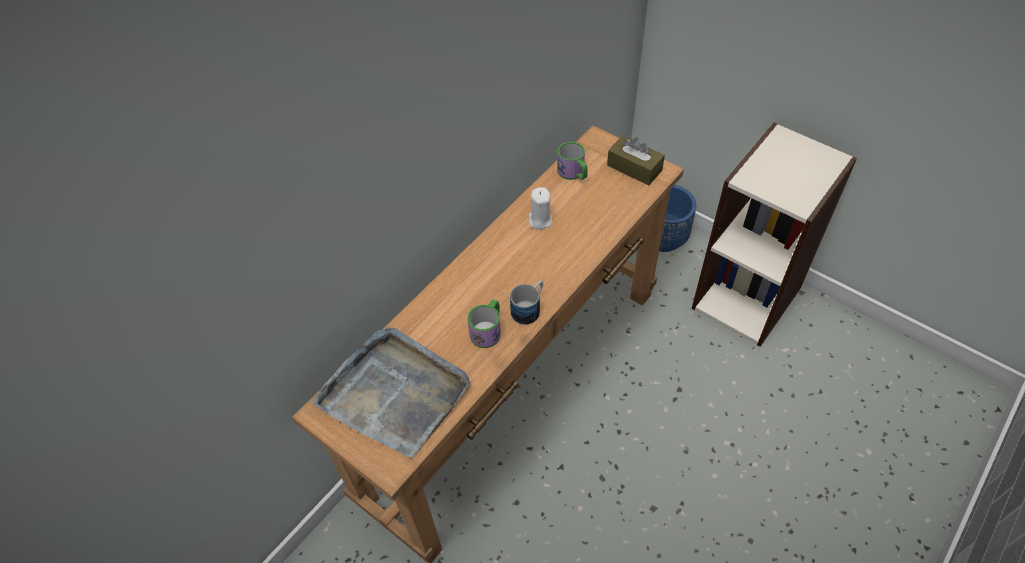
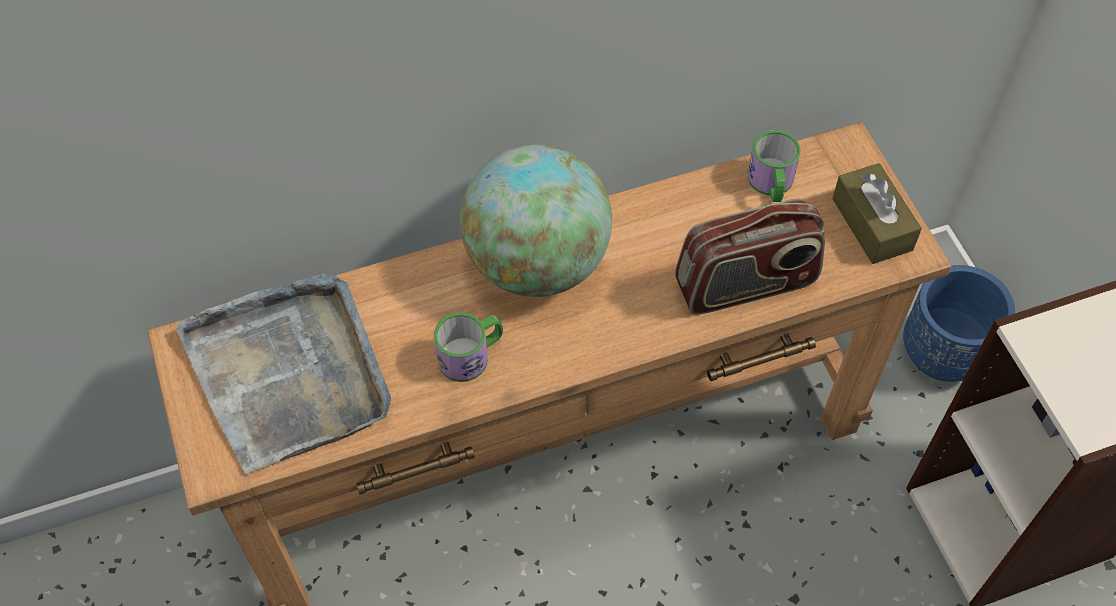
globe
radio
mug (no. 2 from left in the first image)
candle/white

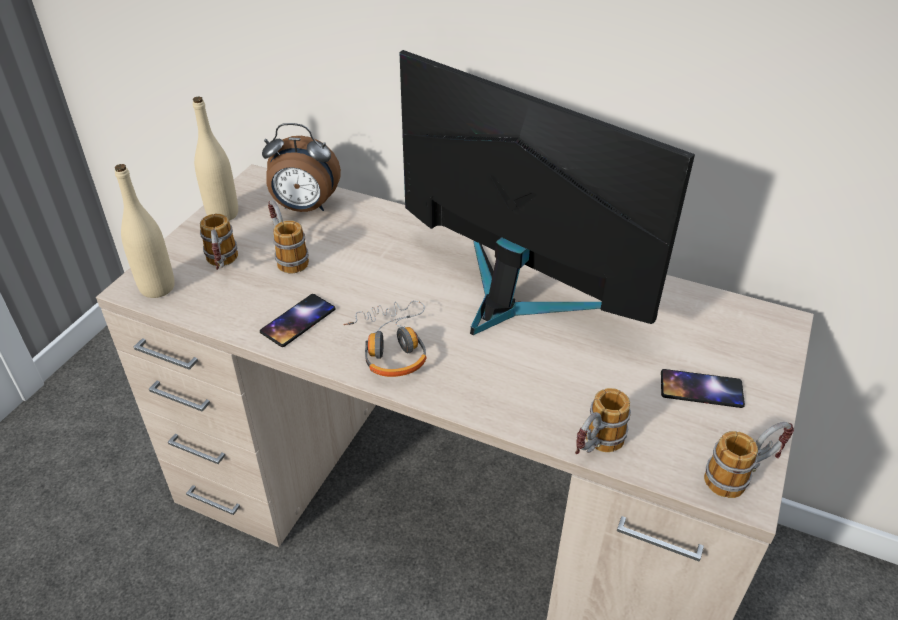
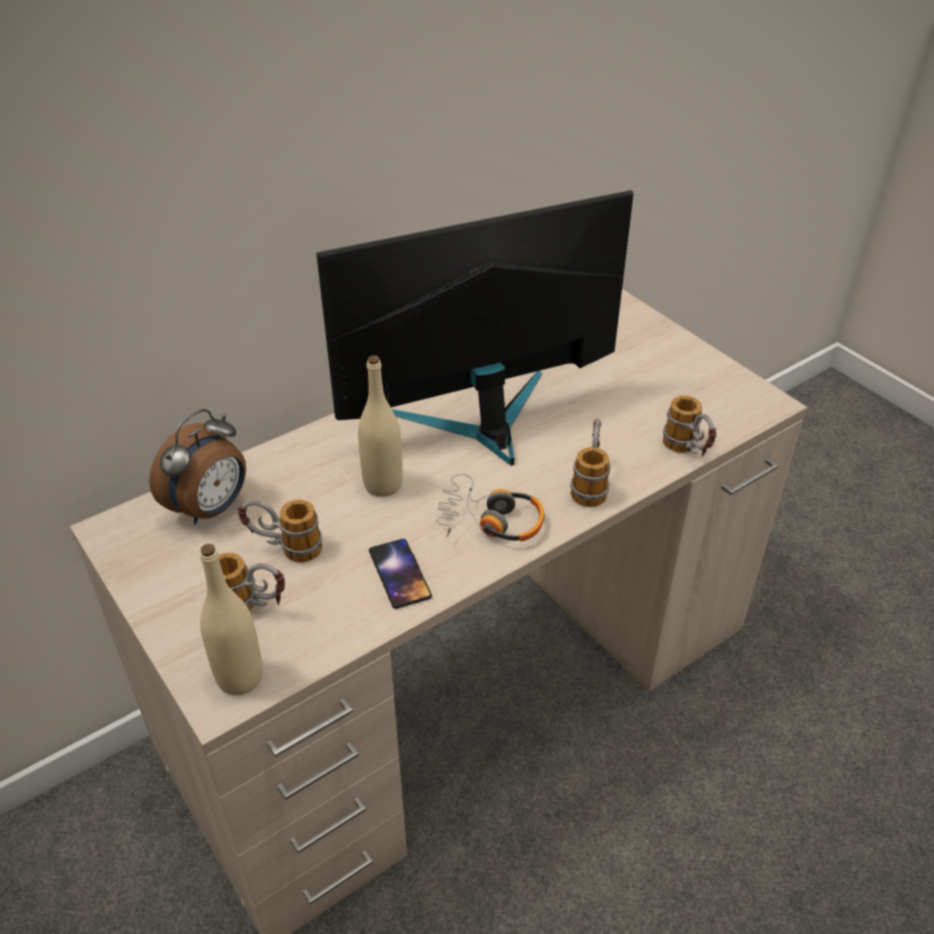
bottle/beige (no. 2 from left)
mug (no. 3 from left)
phone (no. 2 from left in the first image)

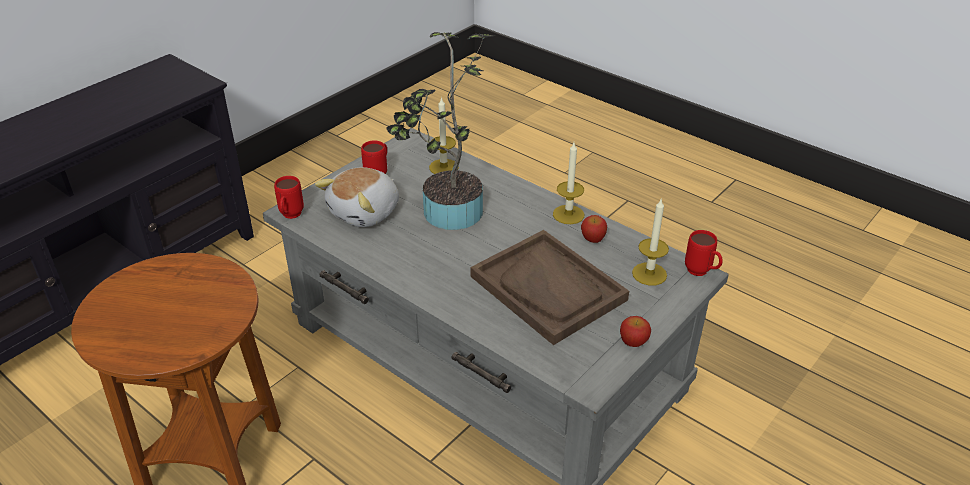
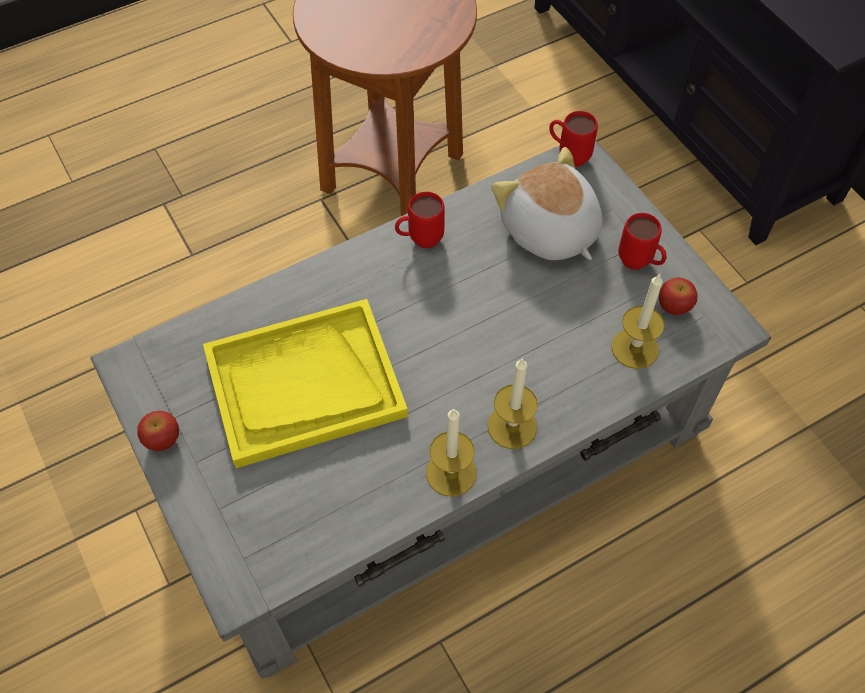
tray/yellow
mug/red (no. 1 from left)
candle (no. 2 from left)
apple (no. 2 from left)
potted plant

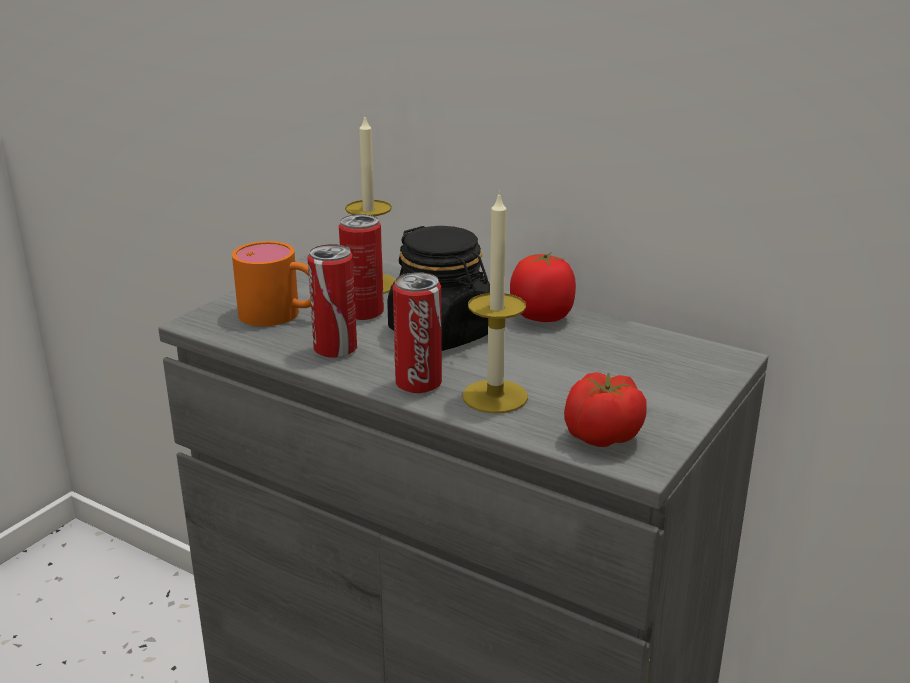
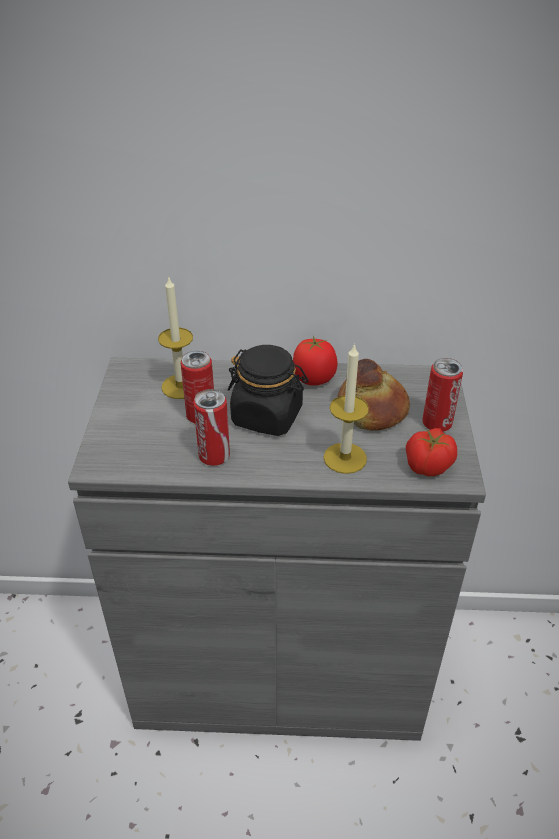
bread
can (no. 3 from left)
mug/orange

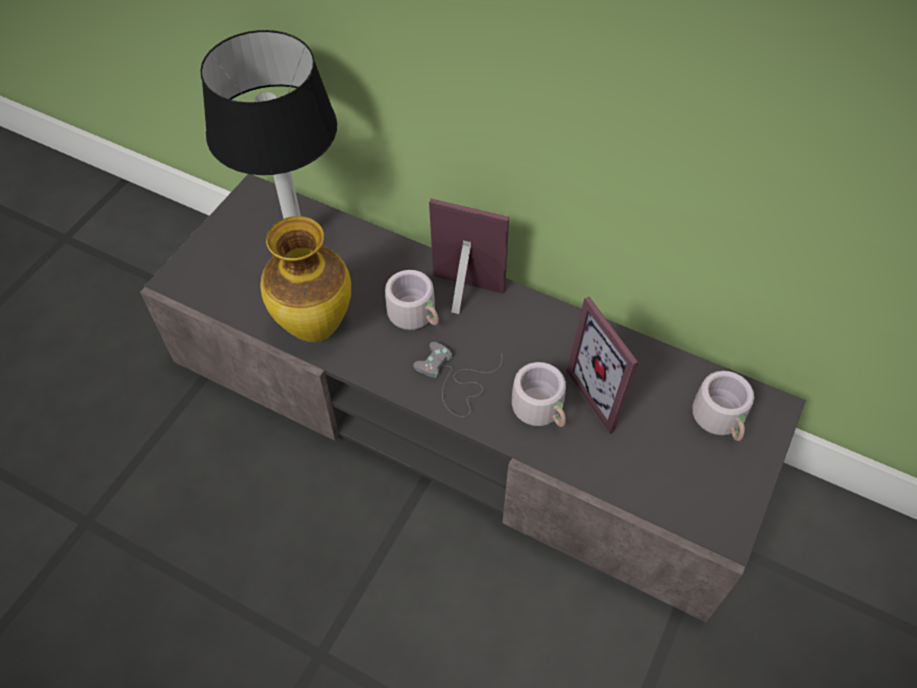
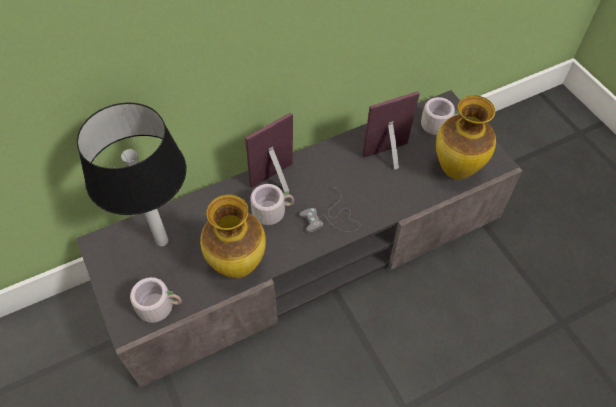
mug/grey (no. 1 from left)
picture frame (no. 2 from left)
vase (no. 2 from left)

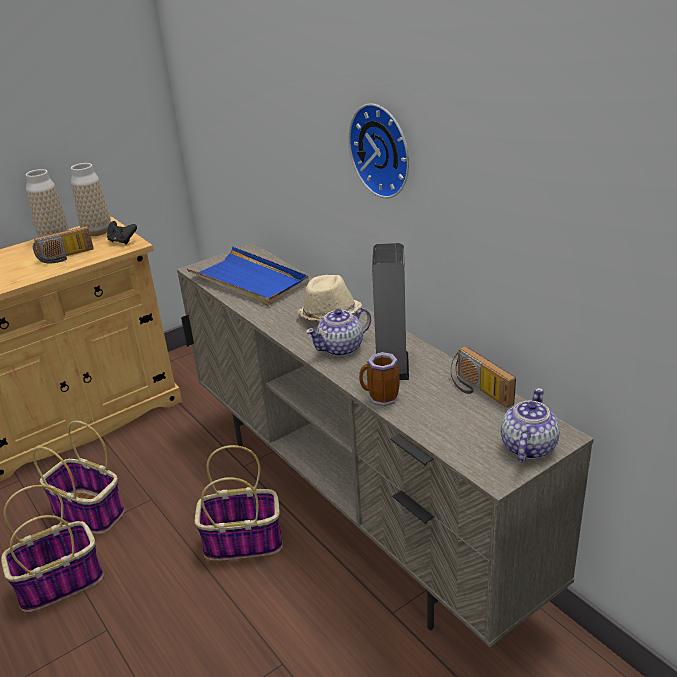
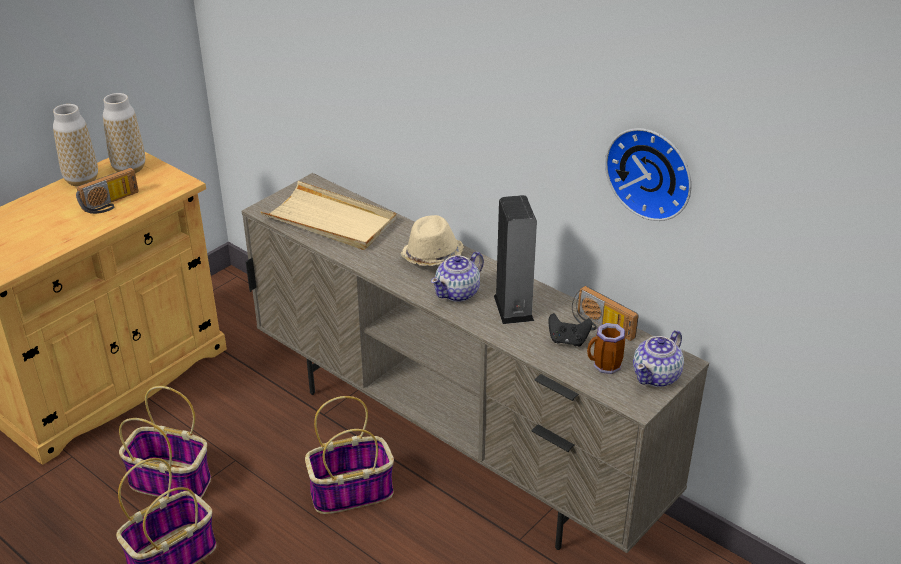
tray/beige
game controller/black
mug
wall clock
teapot (no. 2 from left)

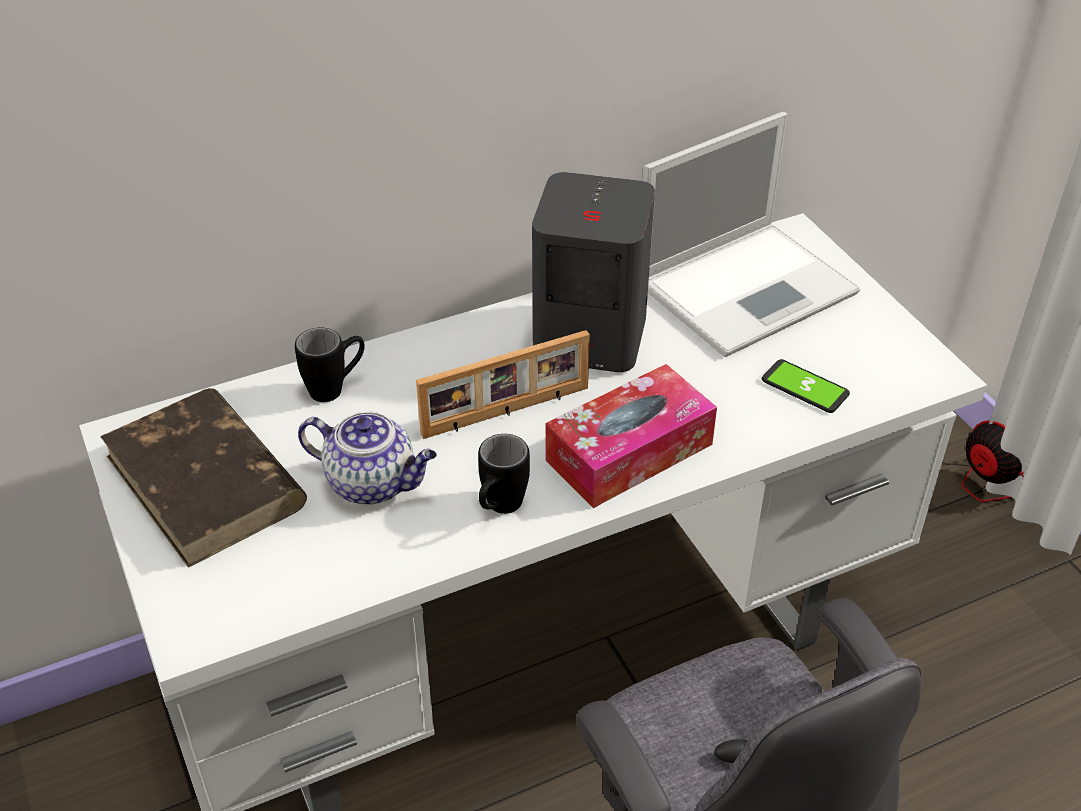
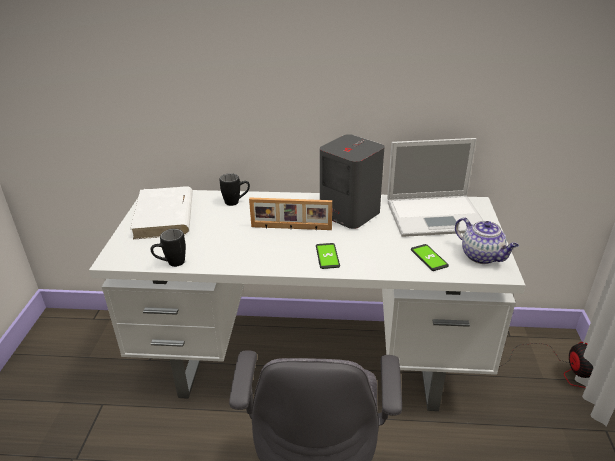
book/white
mug/black (no. 1 from left)
phone (no. 1 from left)
teapot

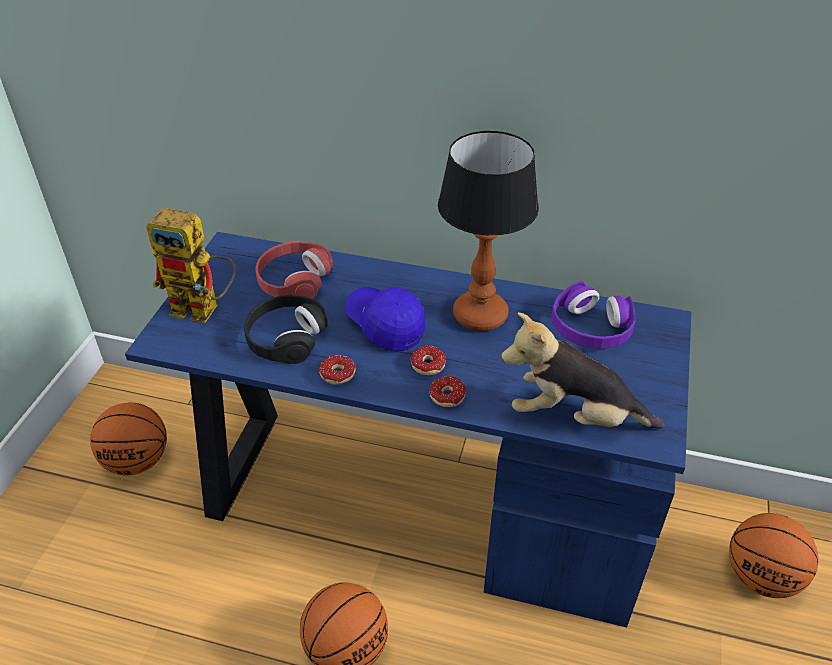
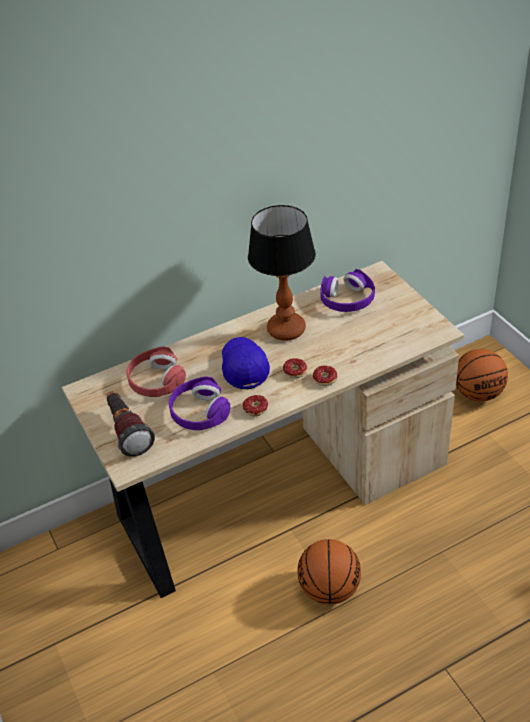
desk/beige
flashlight
headphones/purple (no. 1 from left)
cap/blue
basketball (no. 1 from left in the first image)
plush toy

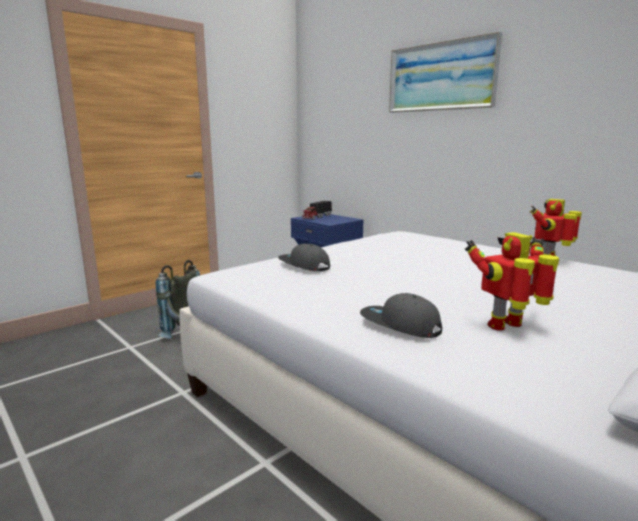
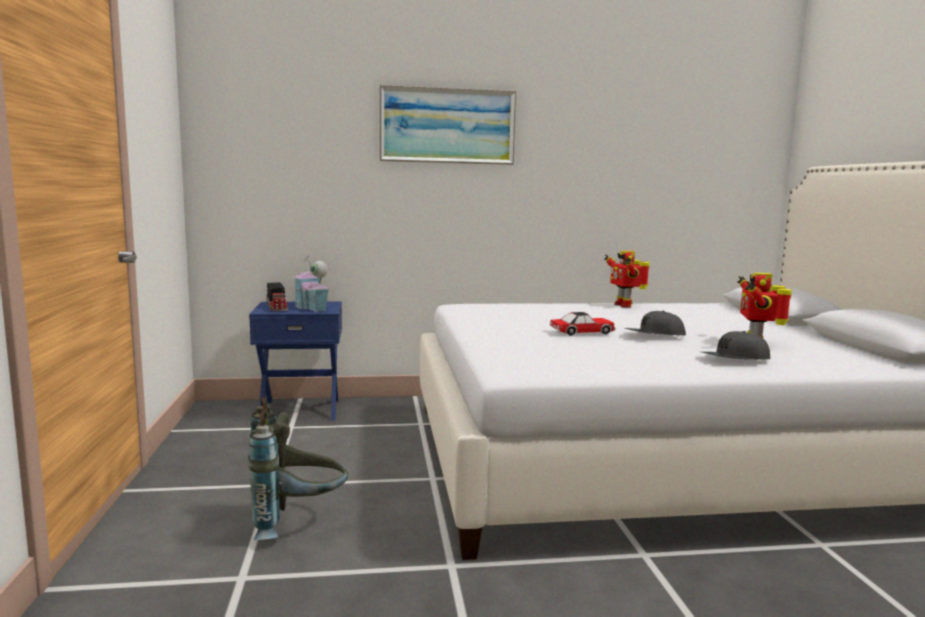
toy house
toy car
cap/grey (no. 1 from left)

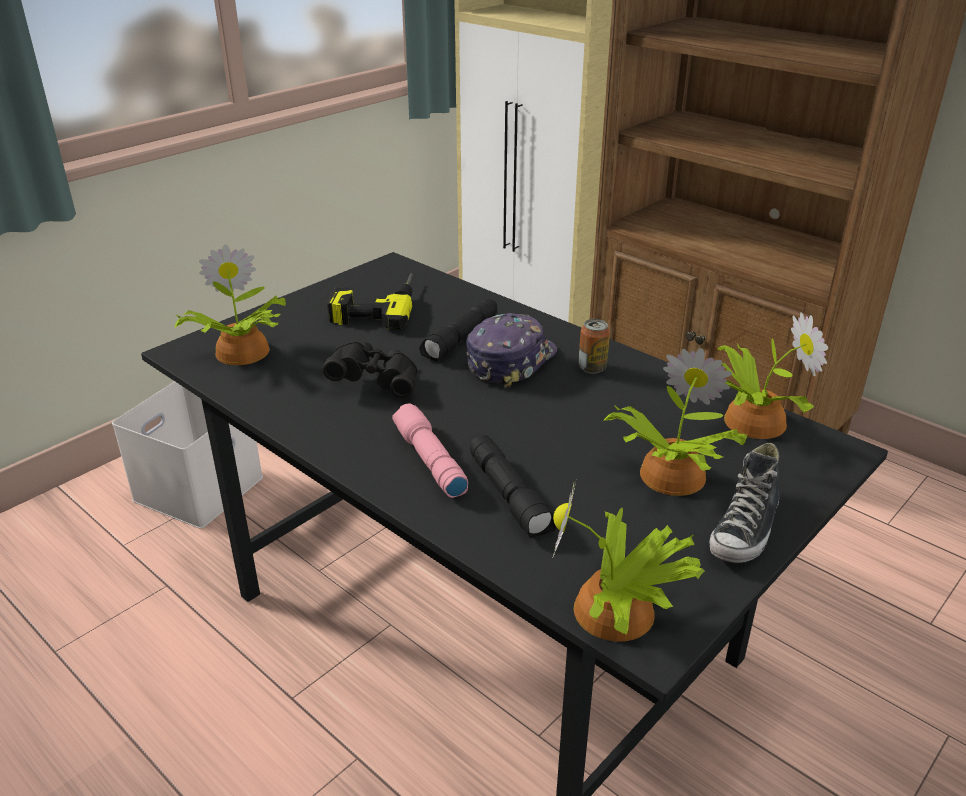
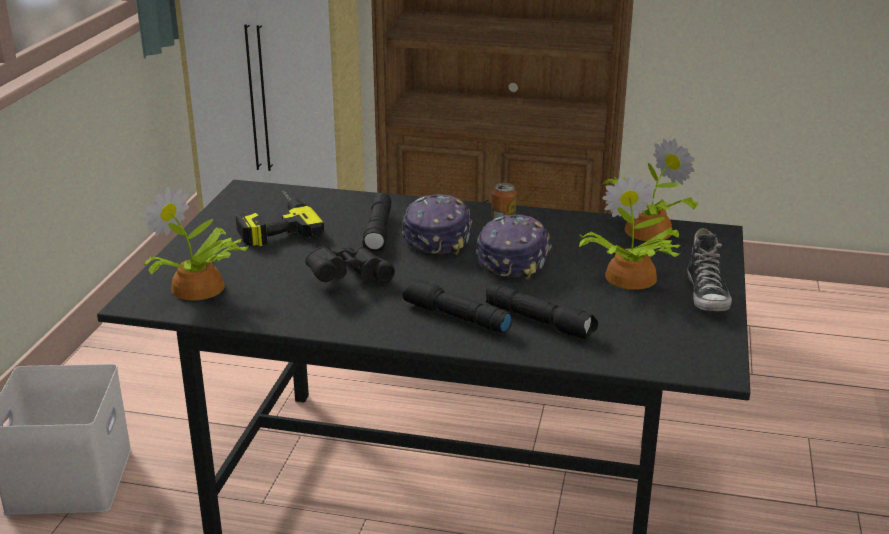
flashlight/black (no. 2 from left)
cap (no. 2 from left)
potted plant (no. 2 from left in the first image)

